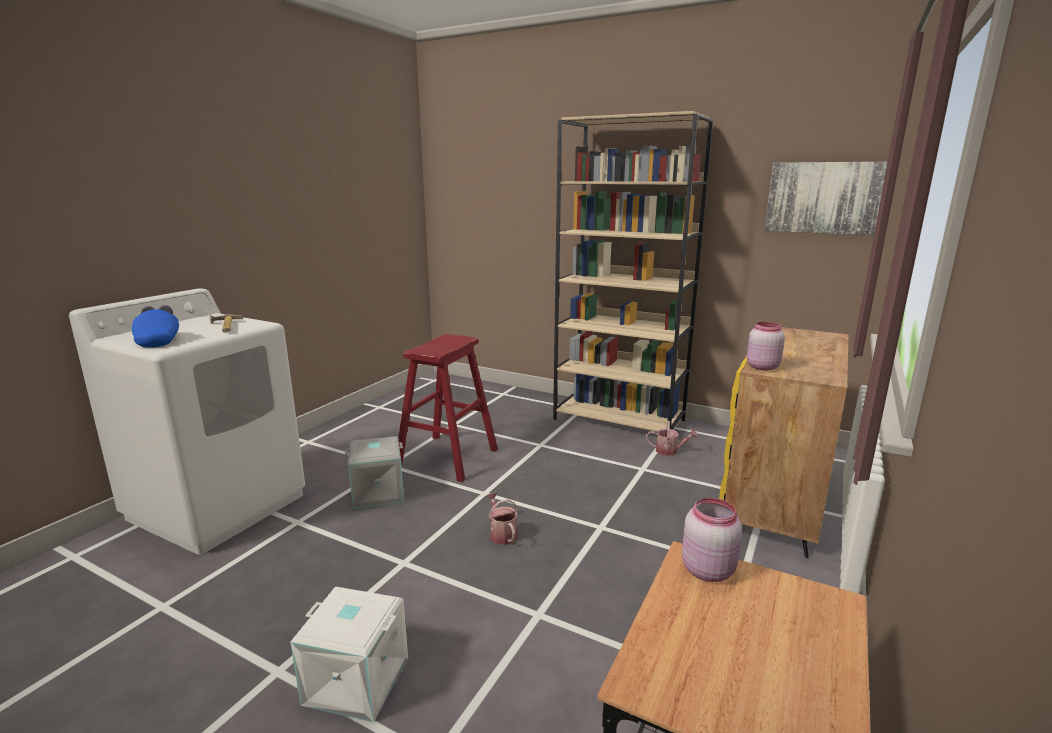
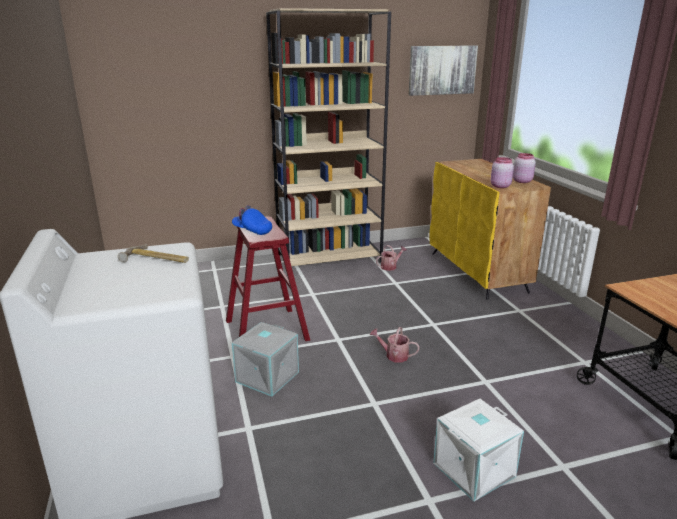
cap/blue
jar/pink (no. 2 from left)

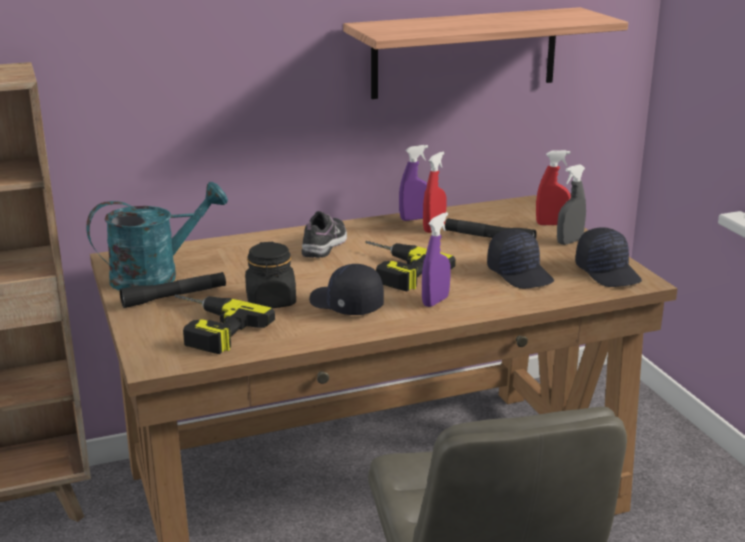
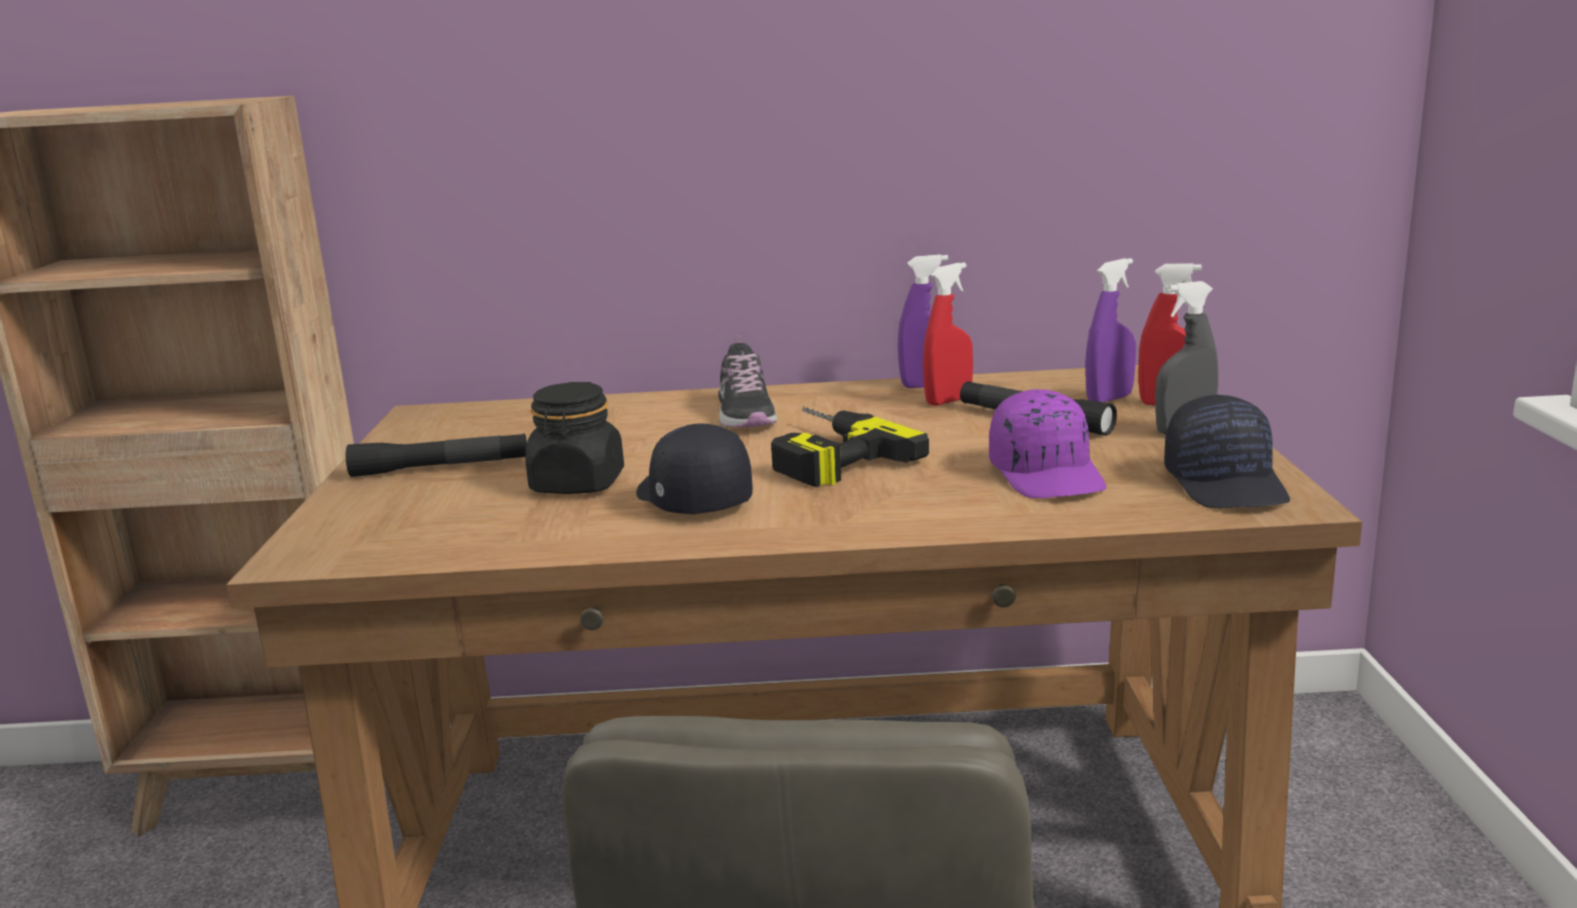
shoe
cap/purple
spray bottle/purple (no. 2 from left)
watering can/turquoise
power drill (no. 1 from left in the first image)
shelf

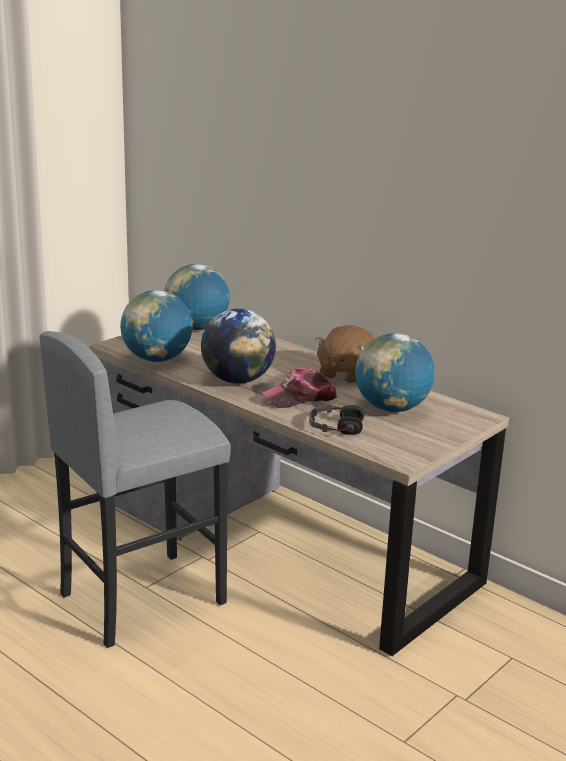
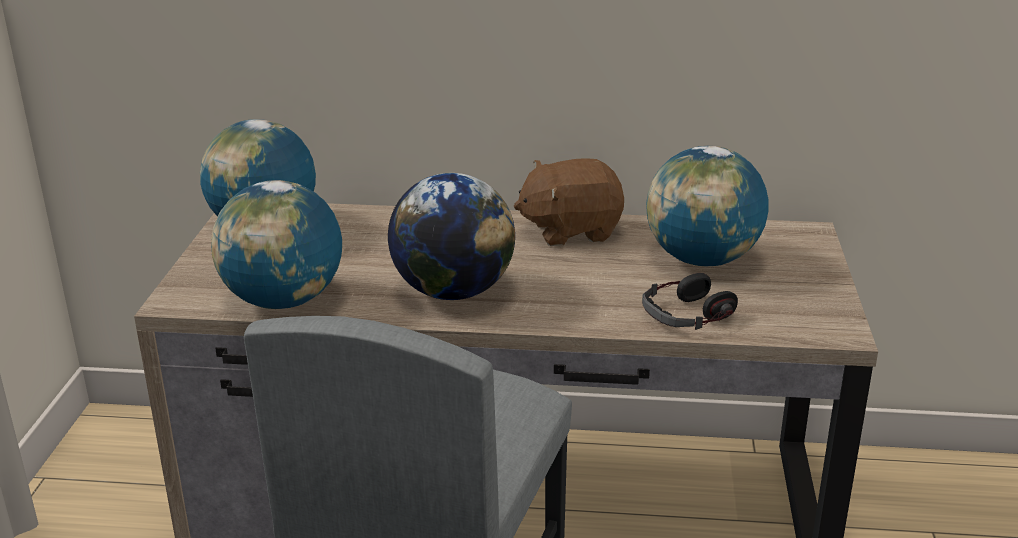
plush toy/brown
cap

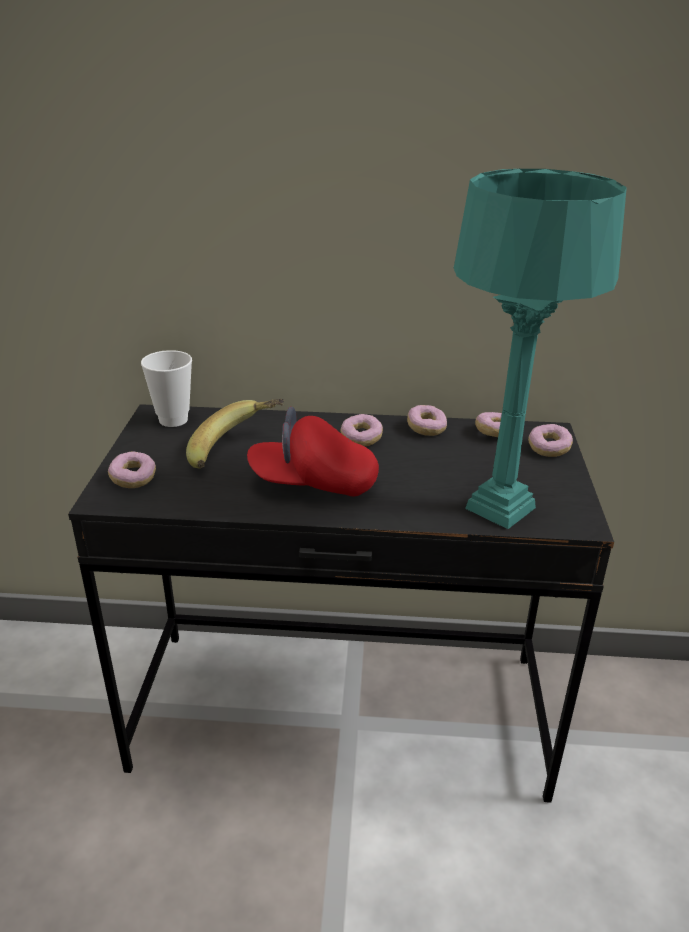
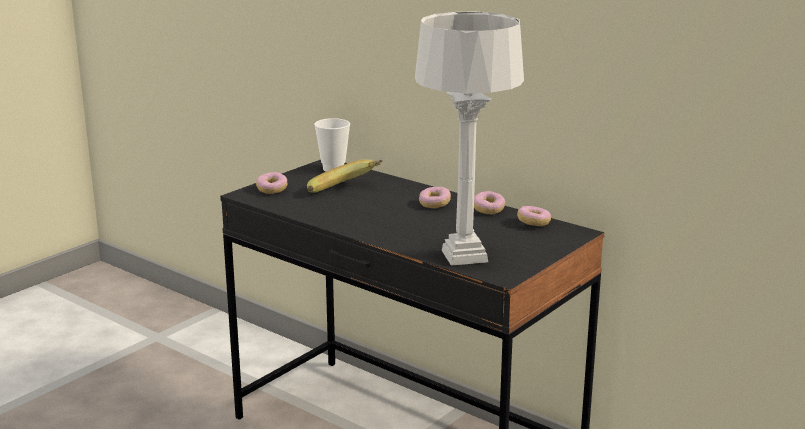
table lamp/grey
cap/red
donut (no. 5 from left in the first image)

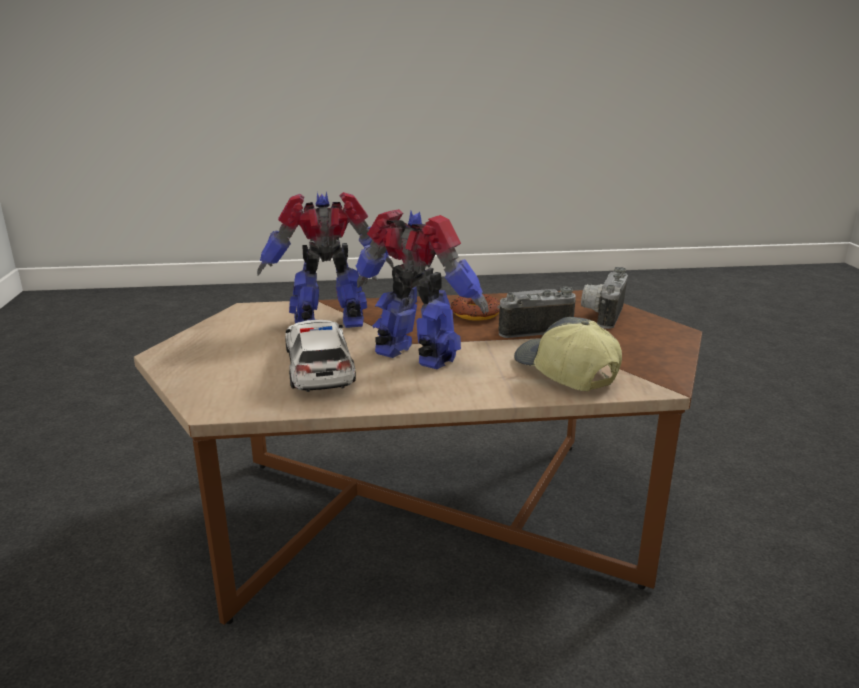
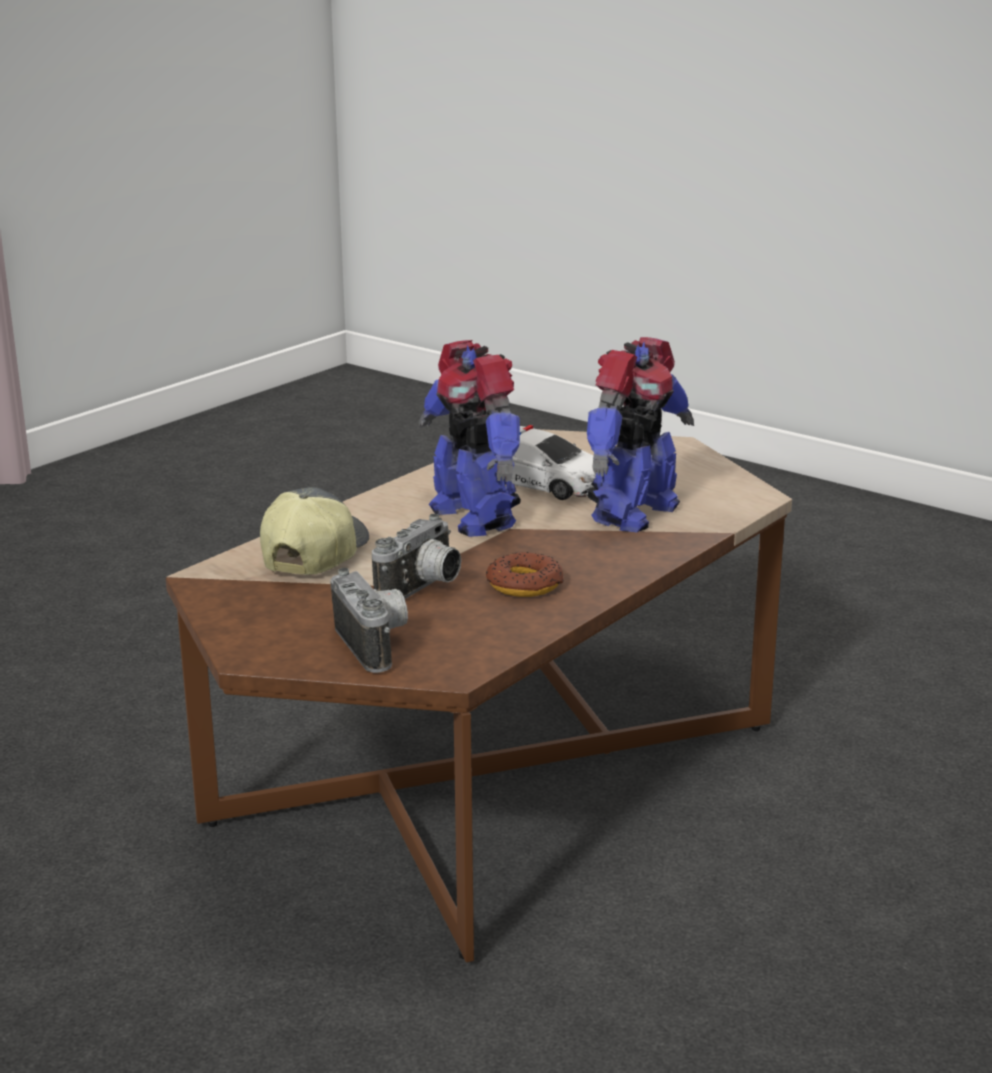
cap
toy robot (no. 1 from left)

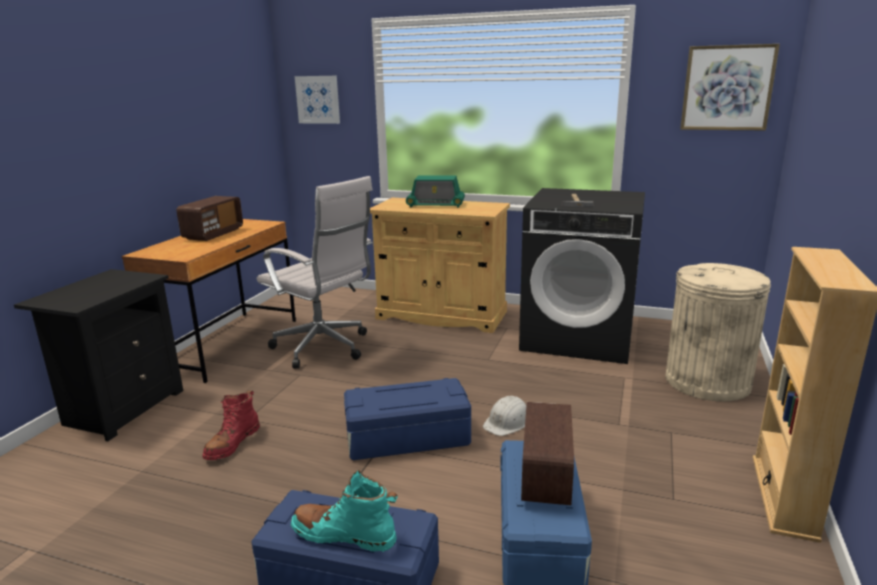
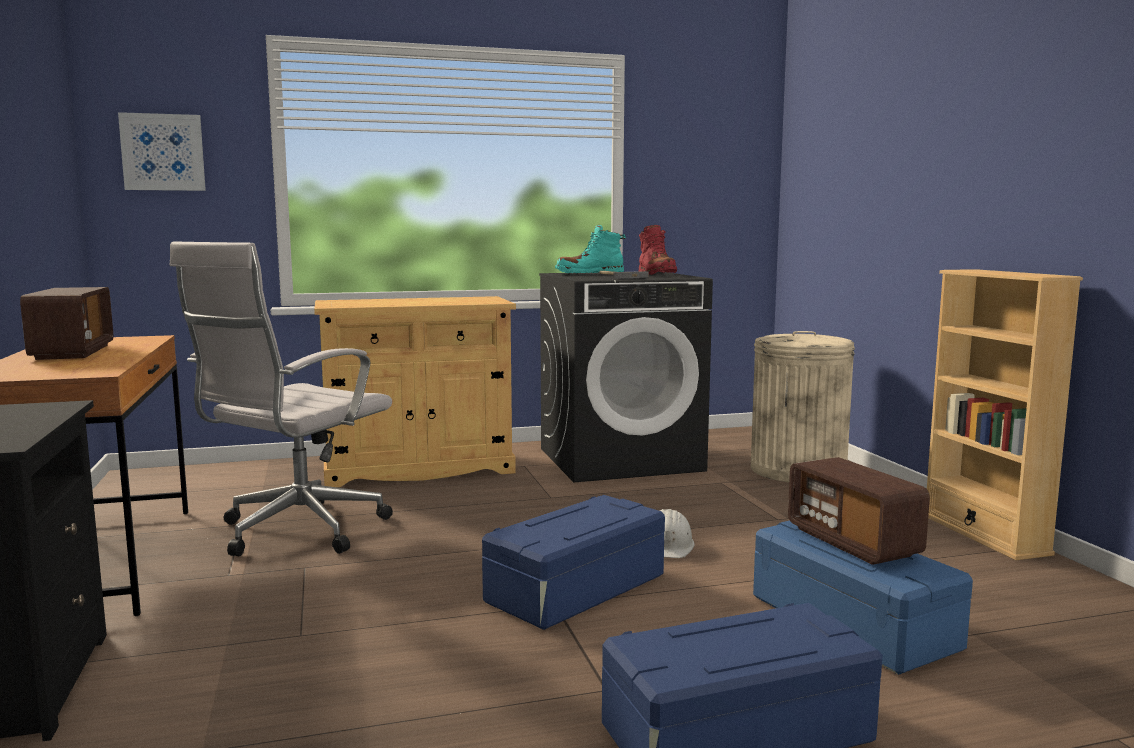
office chair/white
boot/turquoise
boot/red
radio (no. 2 from left in the first image)
picture (no. 2 from left in the first image)

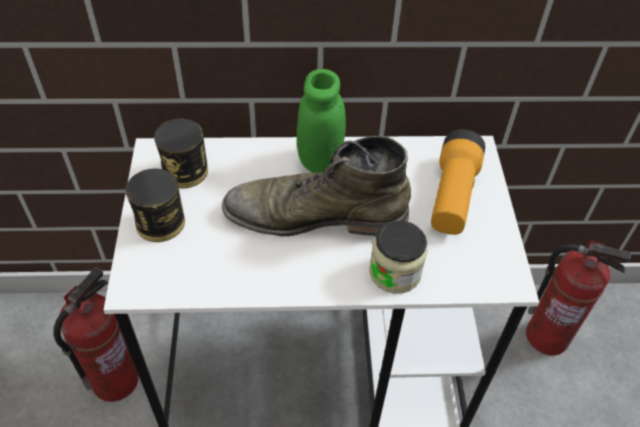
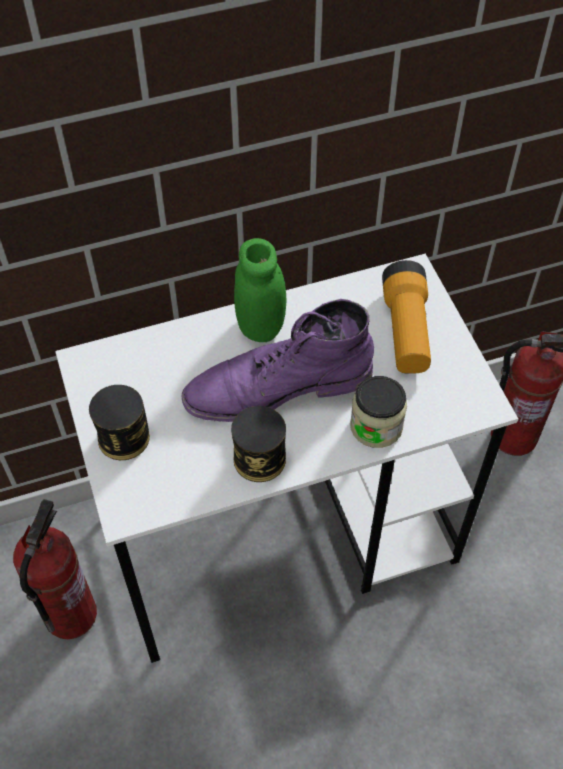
boot/purple
can (no. 2 from left)

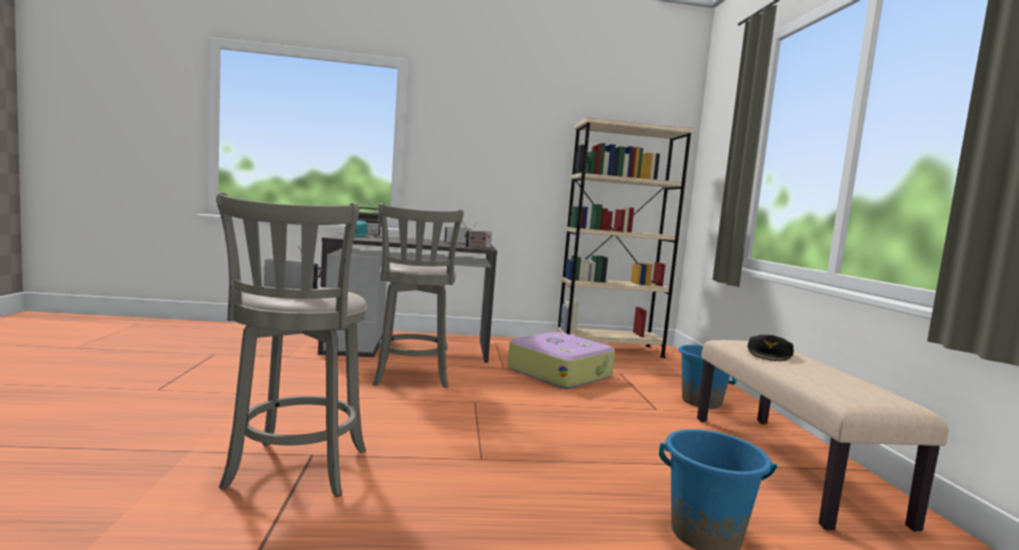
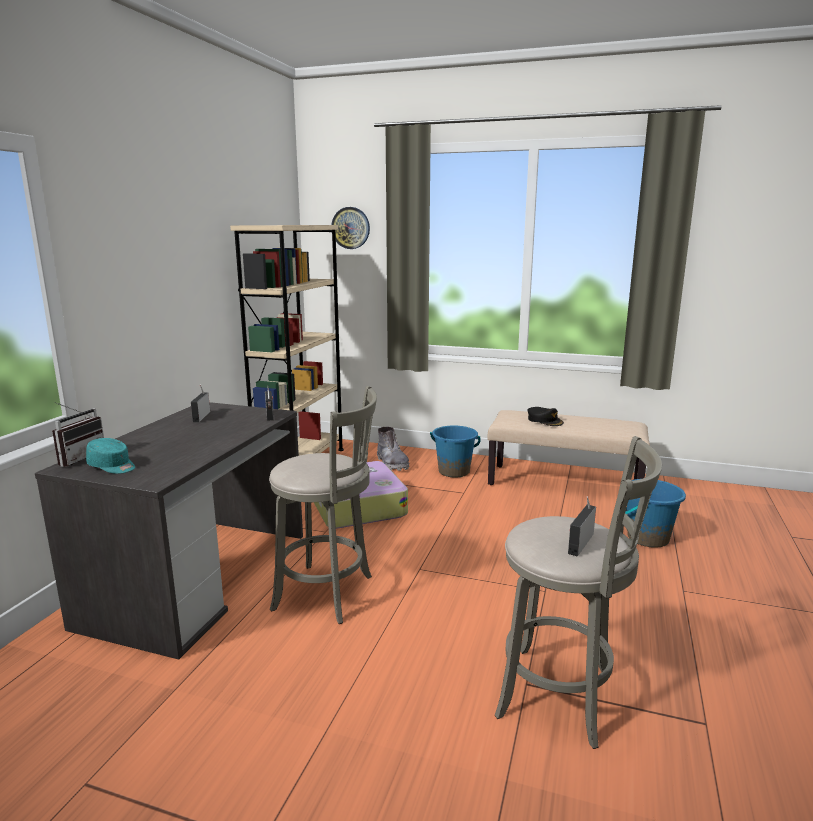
wall clock
boot/grey

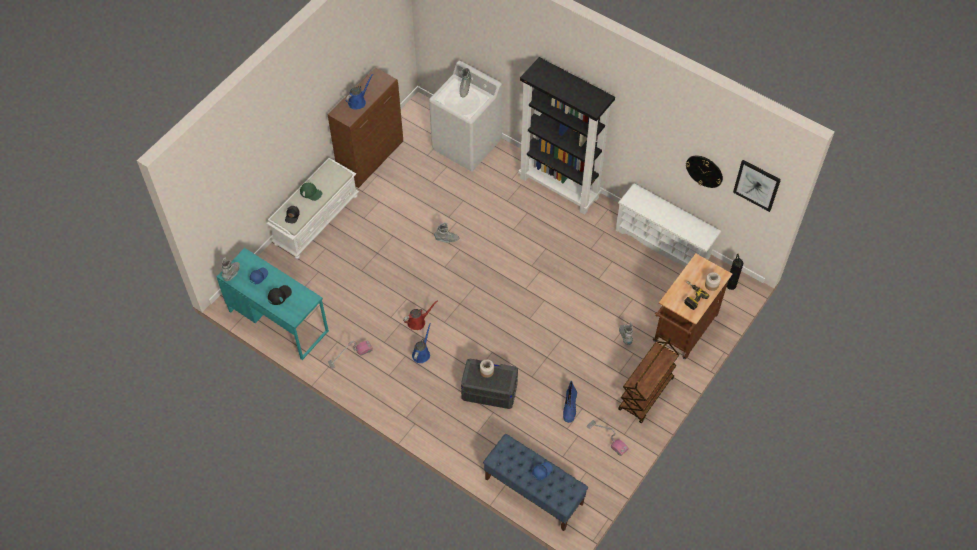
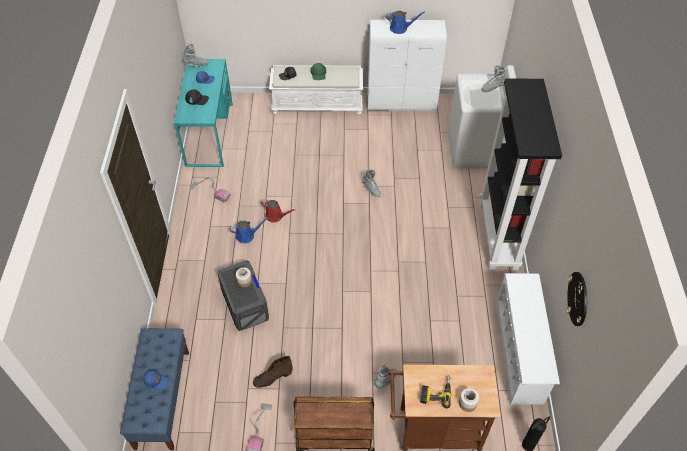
boot/brown
cabinet/white
picture

